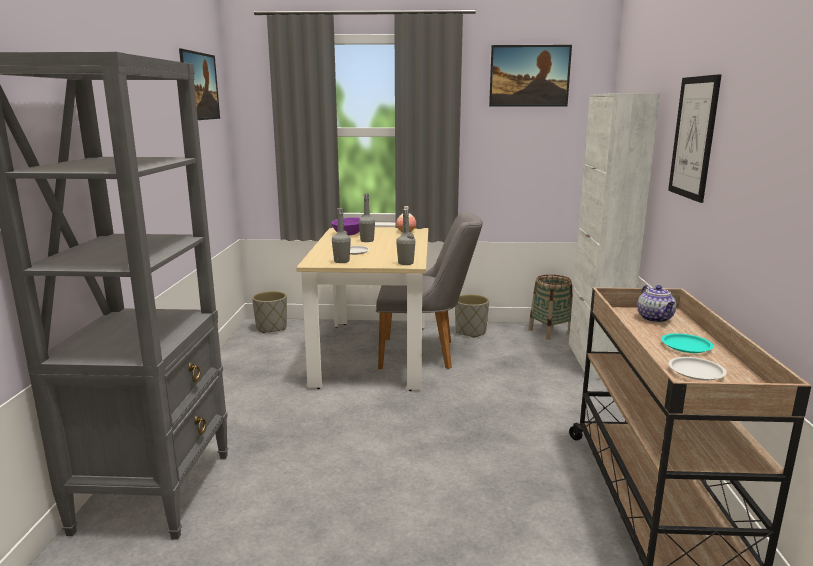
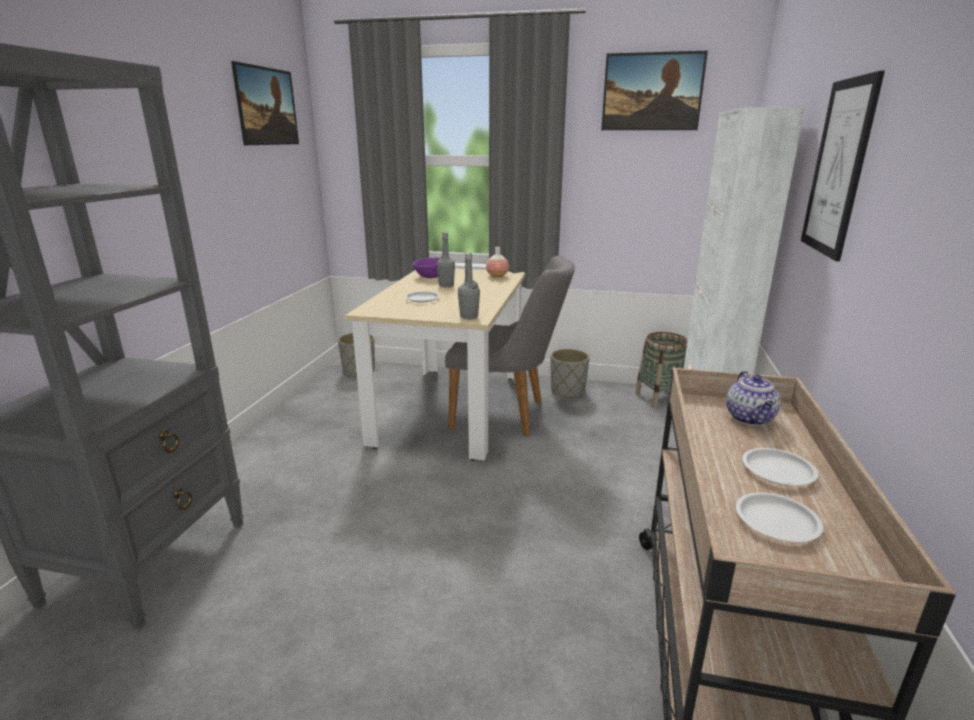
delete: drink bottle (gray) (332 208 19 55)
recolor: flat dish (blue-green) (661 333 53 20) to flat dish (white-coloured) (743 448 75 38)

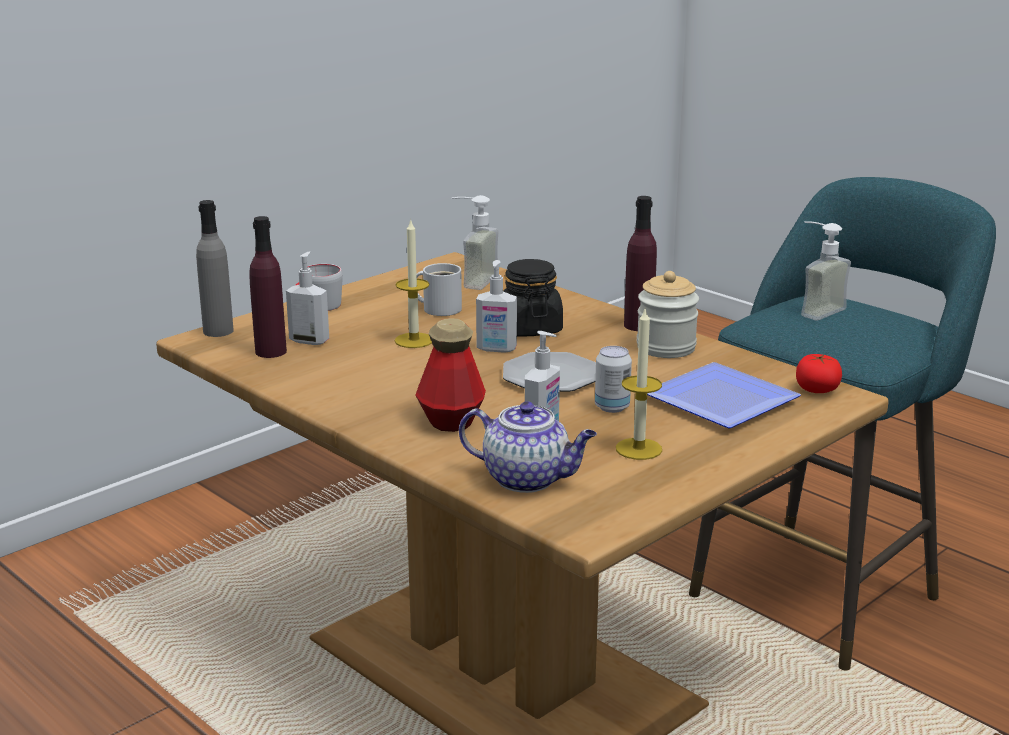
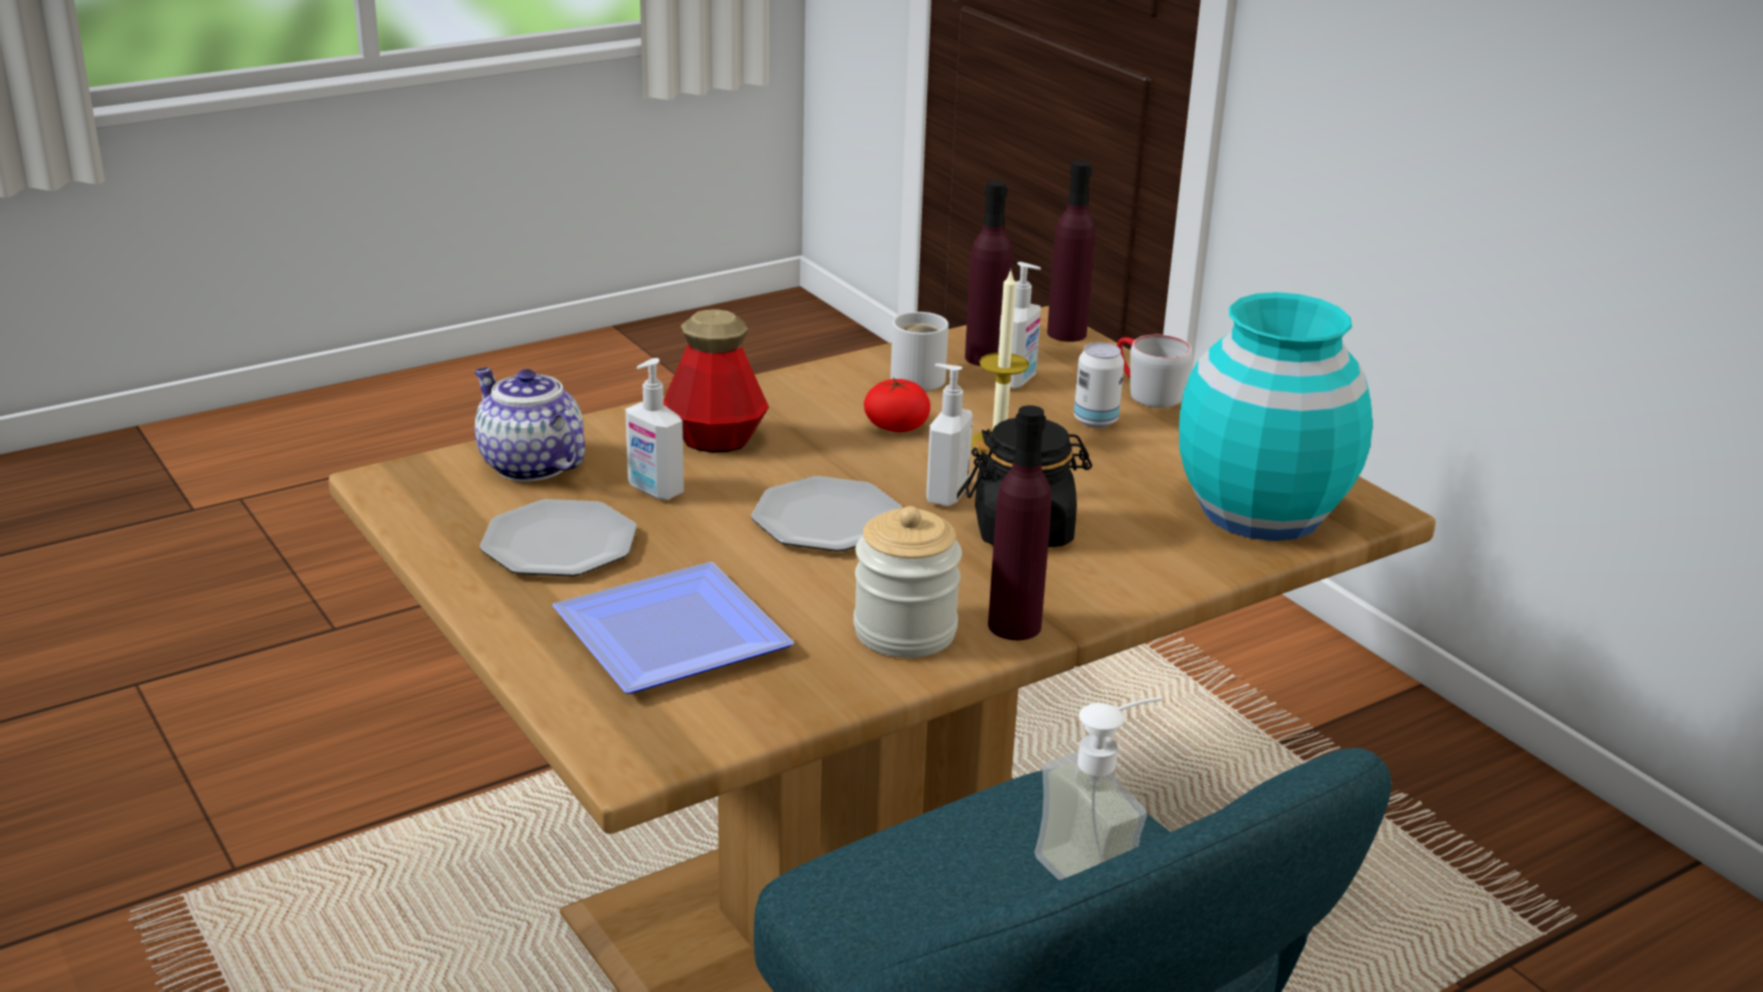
move: mug (white-coloured) (417 263 45 53) to (890 312 59 79); sealed can (595 346 37 67) to (1074 342 50 86); fresh tomato (796 354 46 39) to (864 377 66 55)
replace: soap bottle (451 195 48 95) to vase (blue-green) (1179 292 194 249); candle (616 309 46 151) to flat dish (480 499 157 78)
recolor: drink bottle (gray) (196 200 38 137) to drink bottle (purple) (1047 160 48 182)
rotate: pot for tea (459 401 138 92) = (474 367 111 115) 105 degrees clockwise

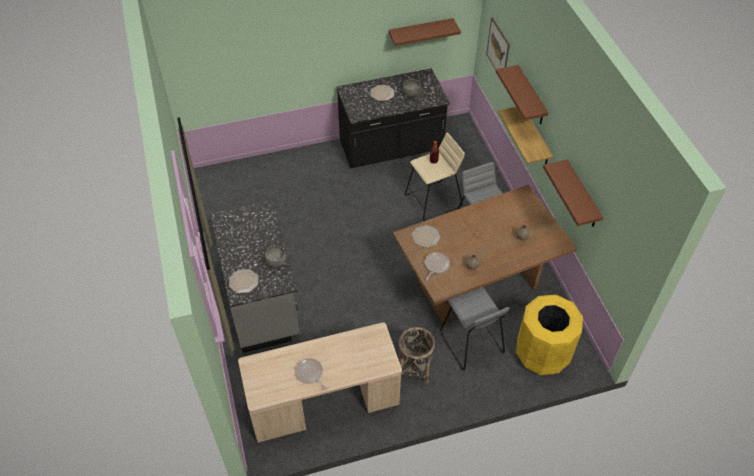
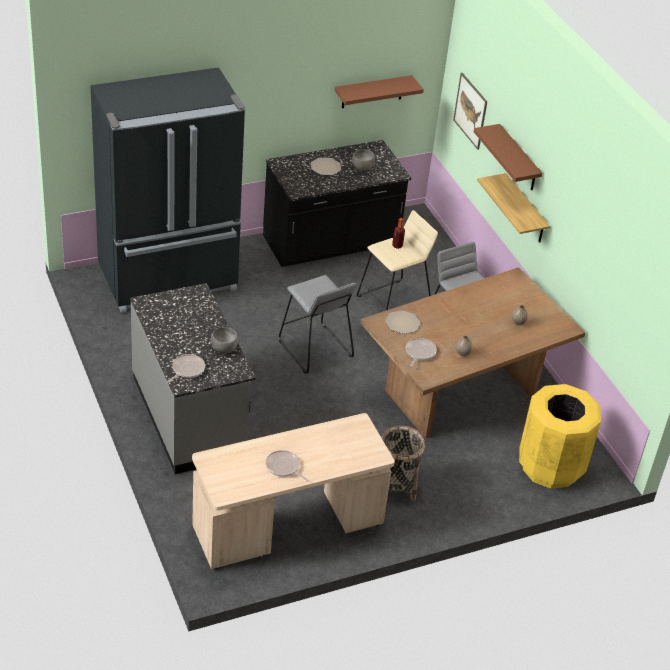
delete: bracket shelf (brown-coloured) (543 159 60 68)
insert: fridge (black) (90 67 155 246)
move: stool seat (gray) (440 287 70 83) to (279 275 77 98)
replace: flat dish (229 269 29 24) to frying pan (167 354 38 29)

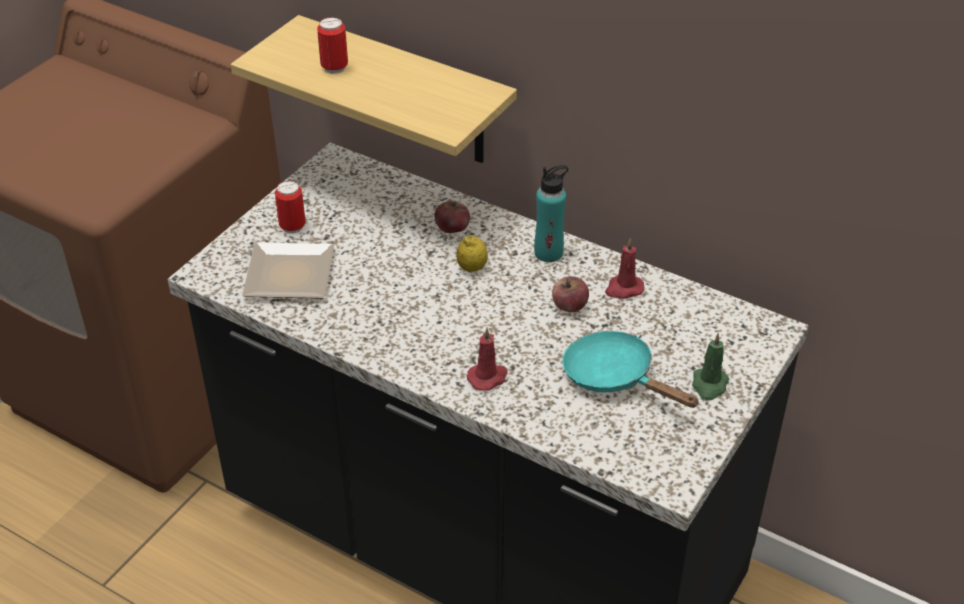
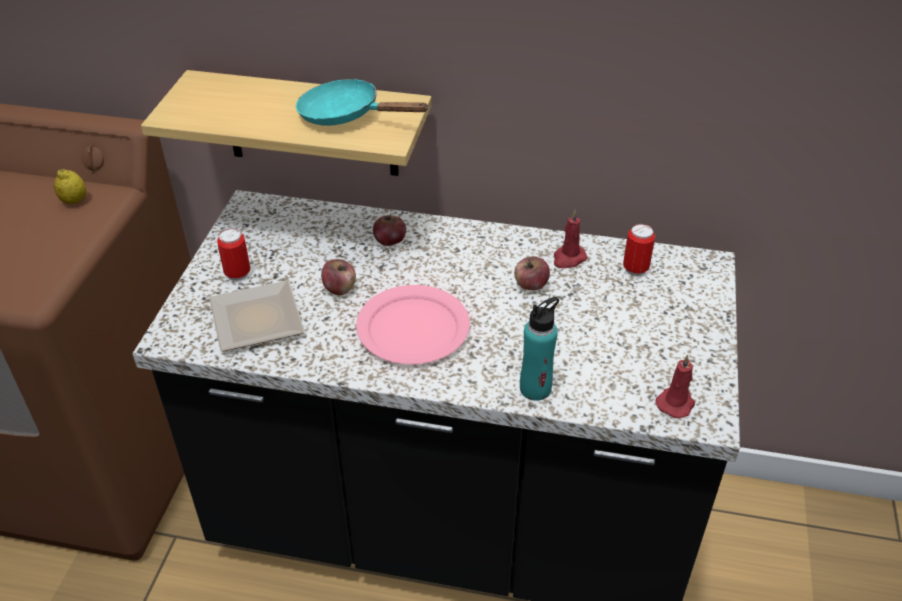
delete: candle (green-coloured) (692 333 37 67)
insert: apple fruit (321 259 35 36); flat dish (pink) (356 285 114 79)
move: sealed can (317 17 31 57) to (623 224 32 52); citrus fruit (456 235 32 37) to (54 169 32 35); candle (red) (467 327 41 63) to (656 354 39 64); drink bottle (blue-green) (534 165 34 97) to (520 297 39 104); frying pan (blue-green) (562 331 137 77) to (296 79 133 47)

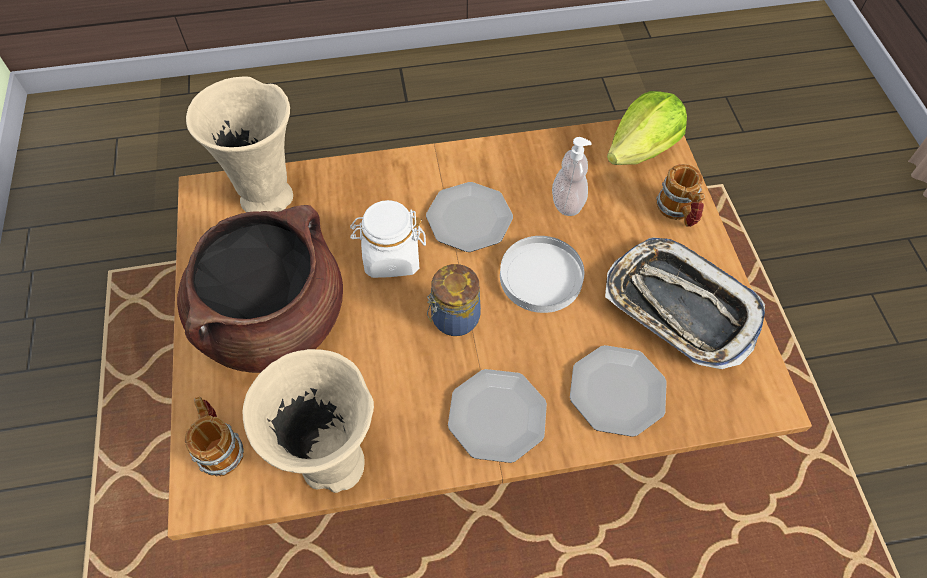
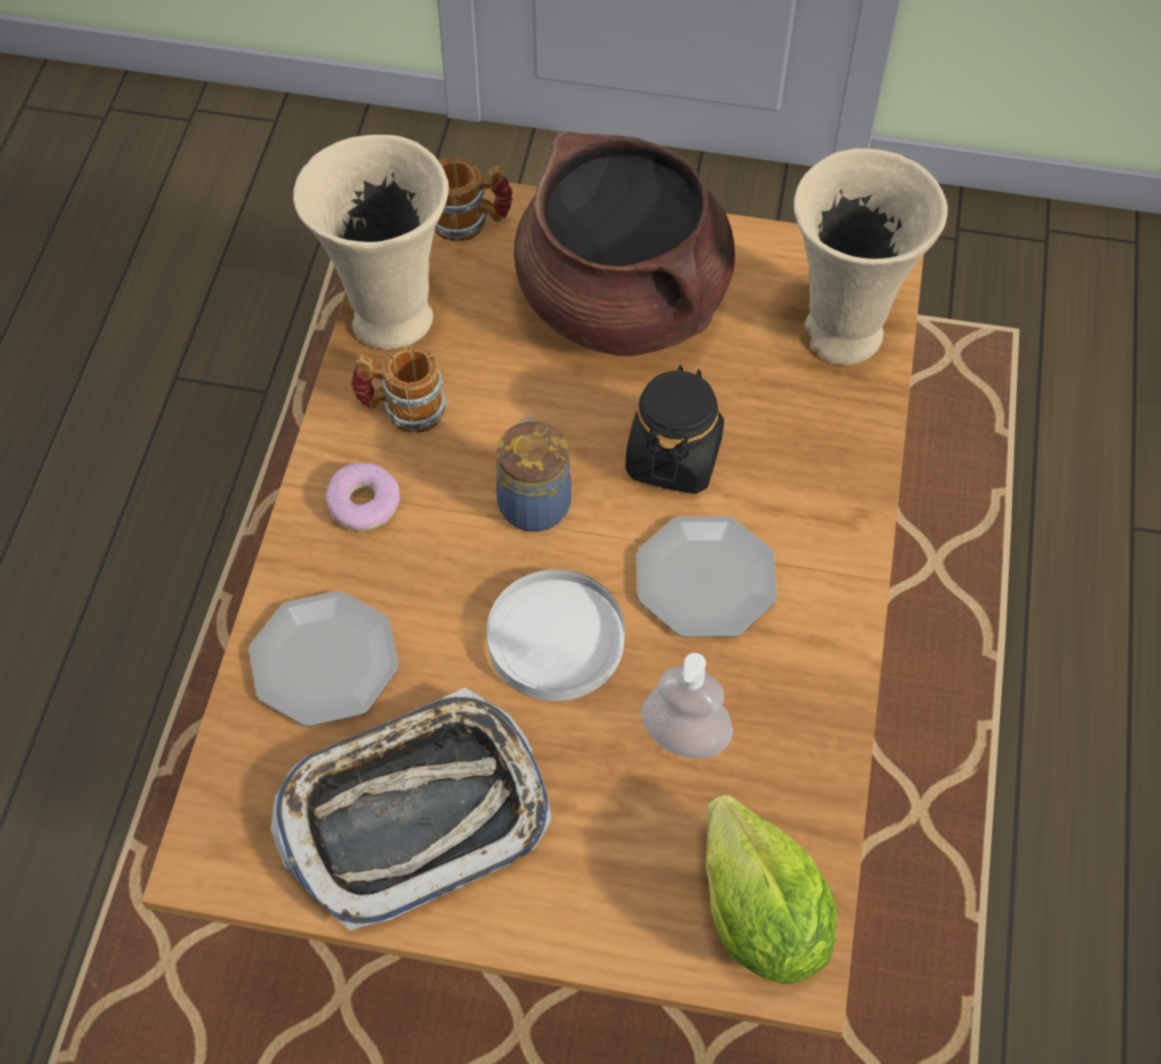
move: mug (656 164 49 63) to (351 345 96 88)
replace: flat dish (448 369 99 94) to donut (326 463 74 68)
recolor: preserve jar (white-coloured) (350 200 76 78) to preserve jar (black) (625 365 99 129)

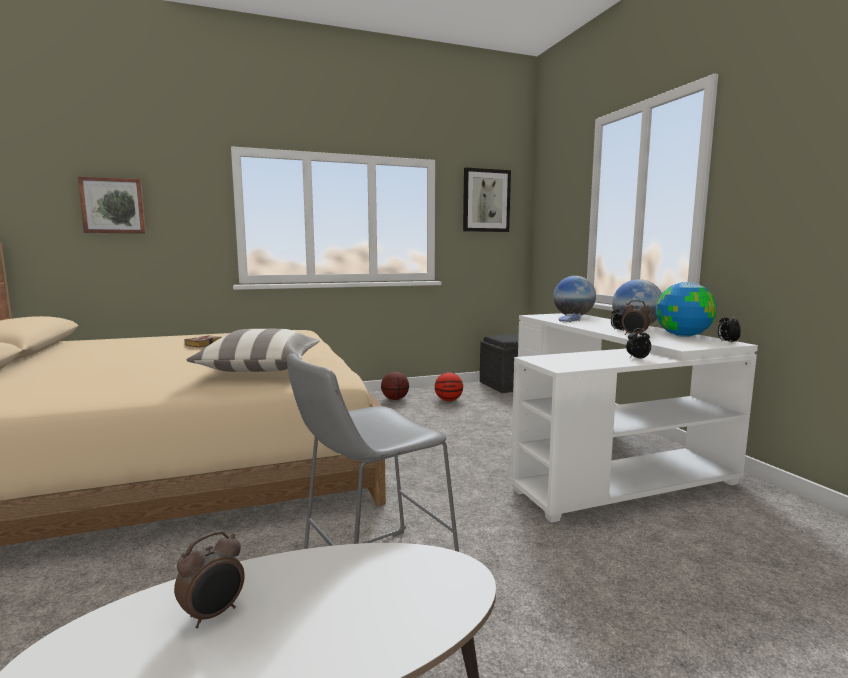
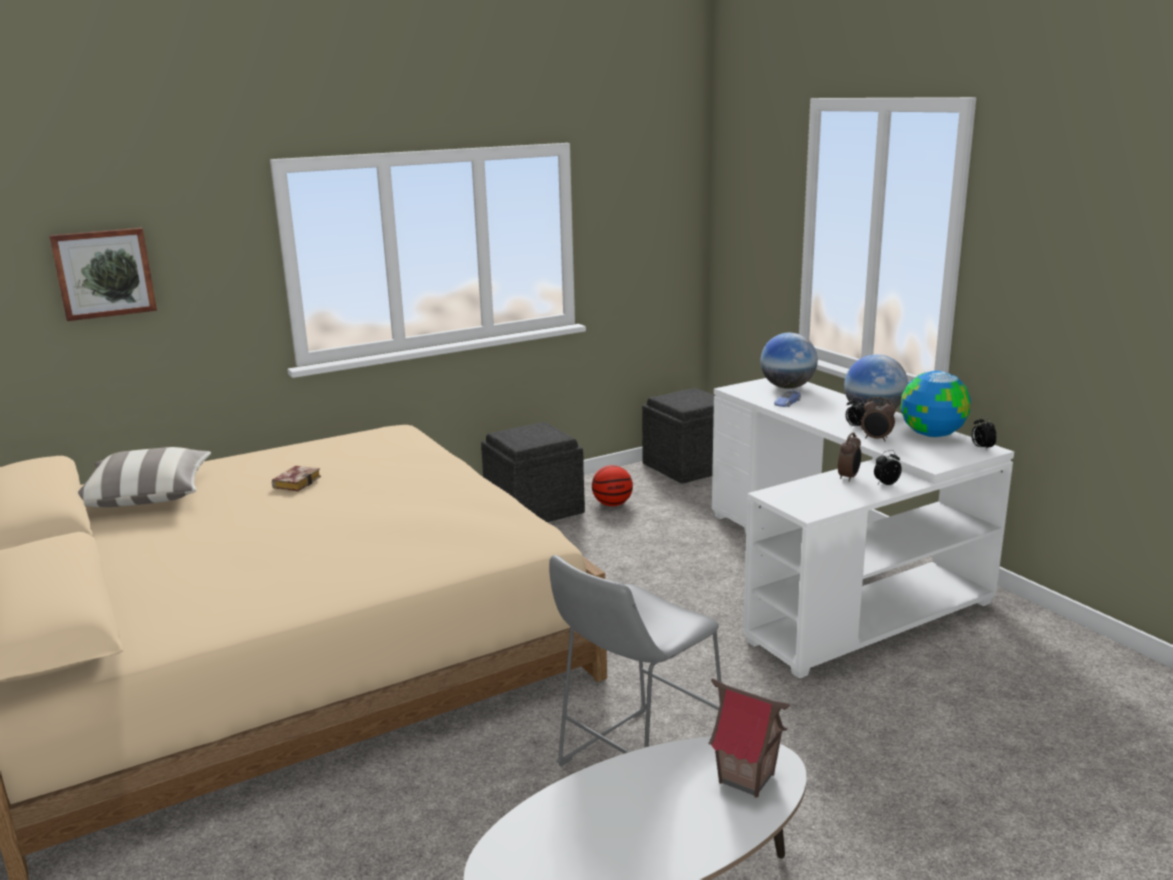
delete: picture (463 168 48 64)
insert: miniature house (708 679 82 118)
move: alarm clock (174 531 71 97) to (838 433 23 49); cushion (186 329 134 43) to (78 447 133 60)
replace: basketball (381 372 28 28) to footrest (gray) (481 422 104 100)

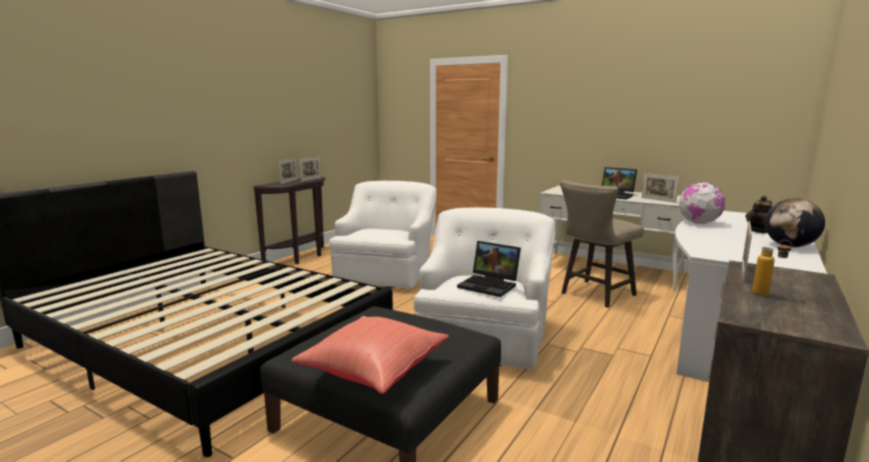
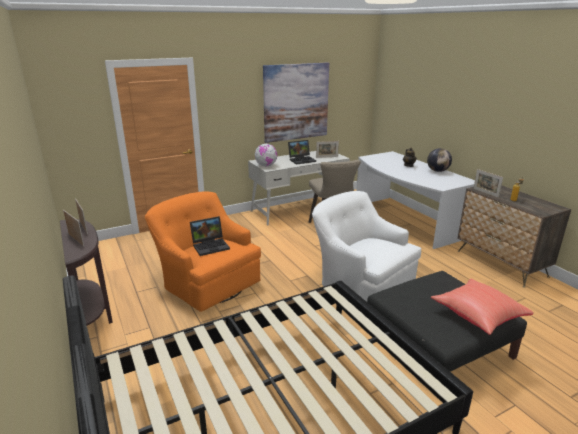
insert: picture (263 62 66 81)
move: portable computer (457 241 64 56) to (190 216 40 40); world globe (679 183 46 41) to (255 144 22 23)
recolor: easy chair (white-coloured) (329 181 108 107) to easy chair (orange) (145 191 116 121)

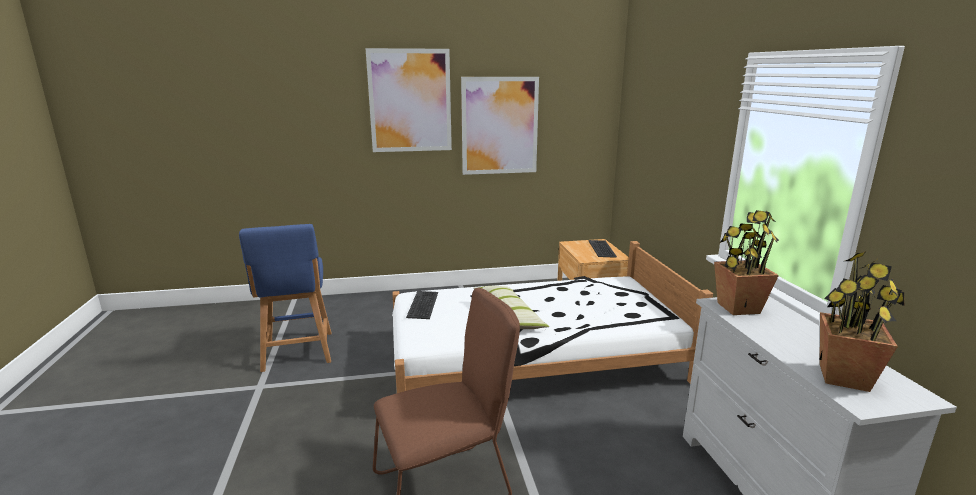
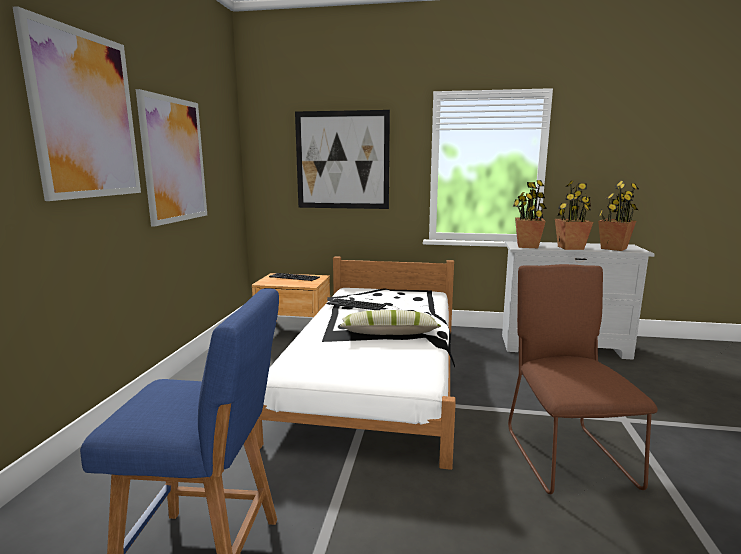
insert: picture (295 110 95 99); potted plant (555 180 38 70)
move: PC keyboard (406 291 32 28) to (327 298 59 12)

